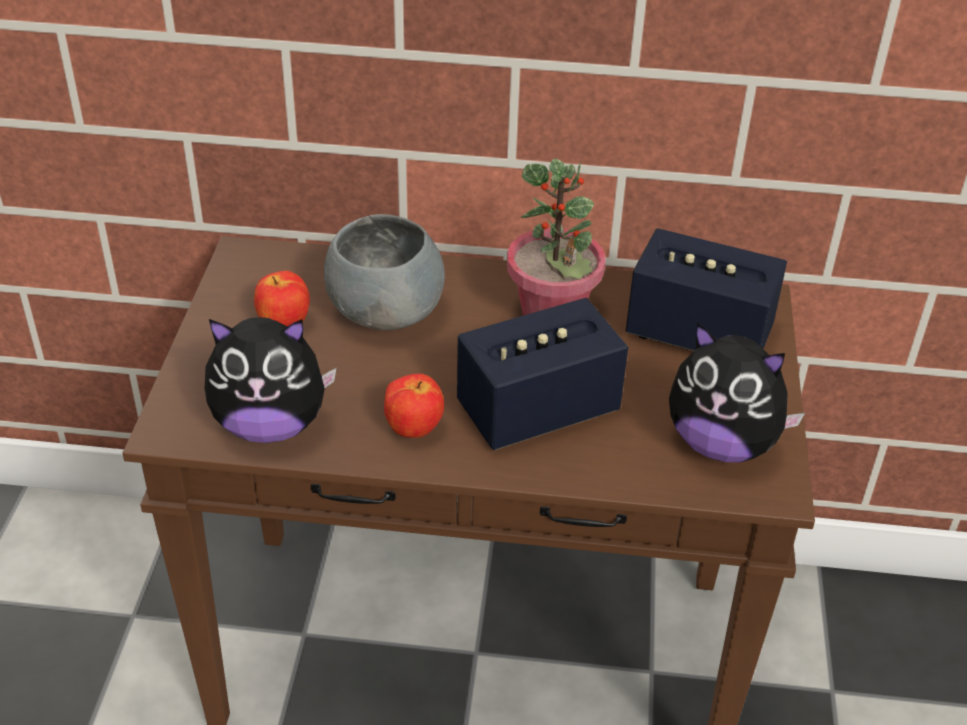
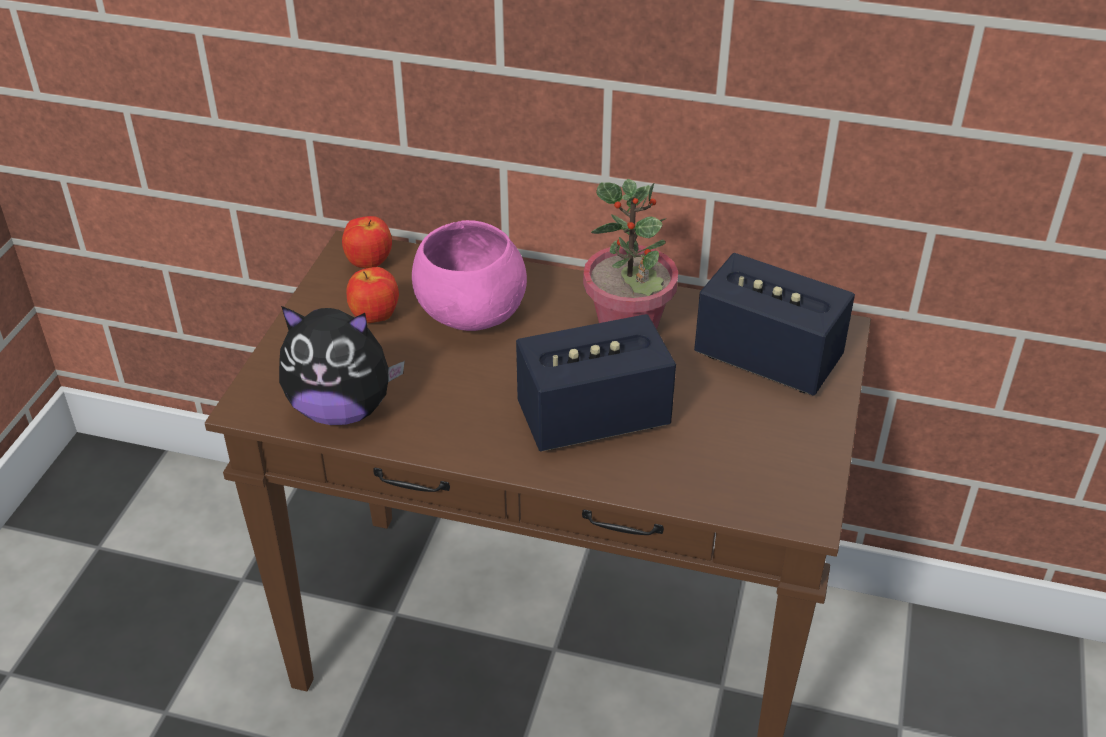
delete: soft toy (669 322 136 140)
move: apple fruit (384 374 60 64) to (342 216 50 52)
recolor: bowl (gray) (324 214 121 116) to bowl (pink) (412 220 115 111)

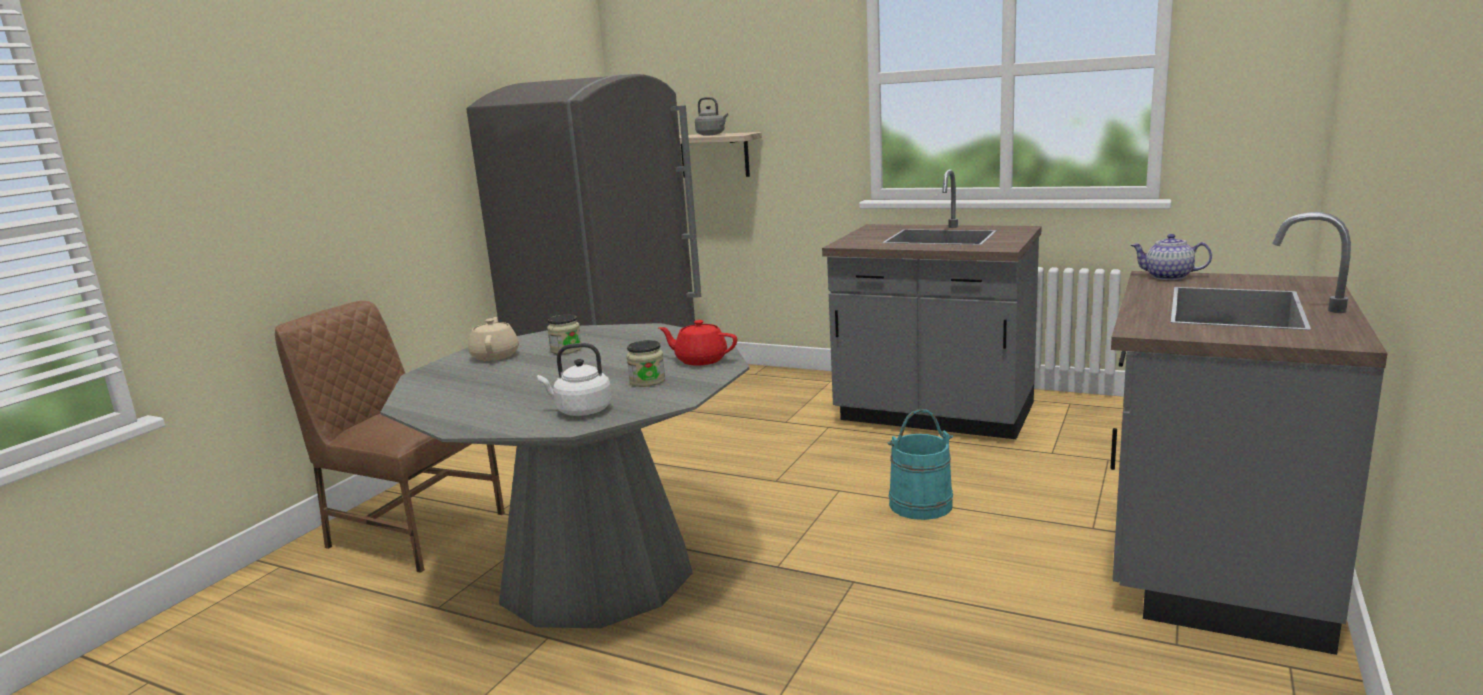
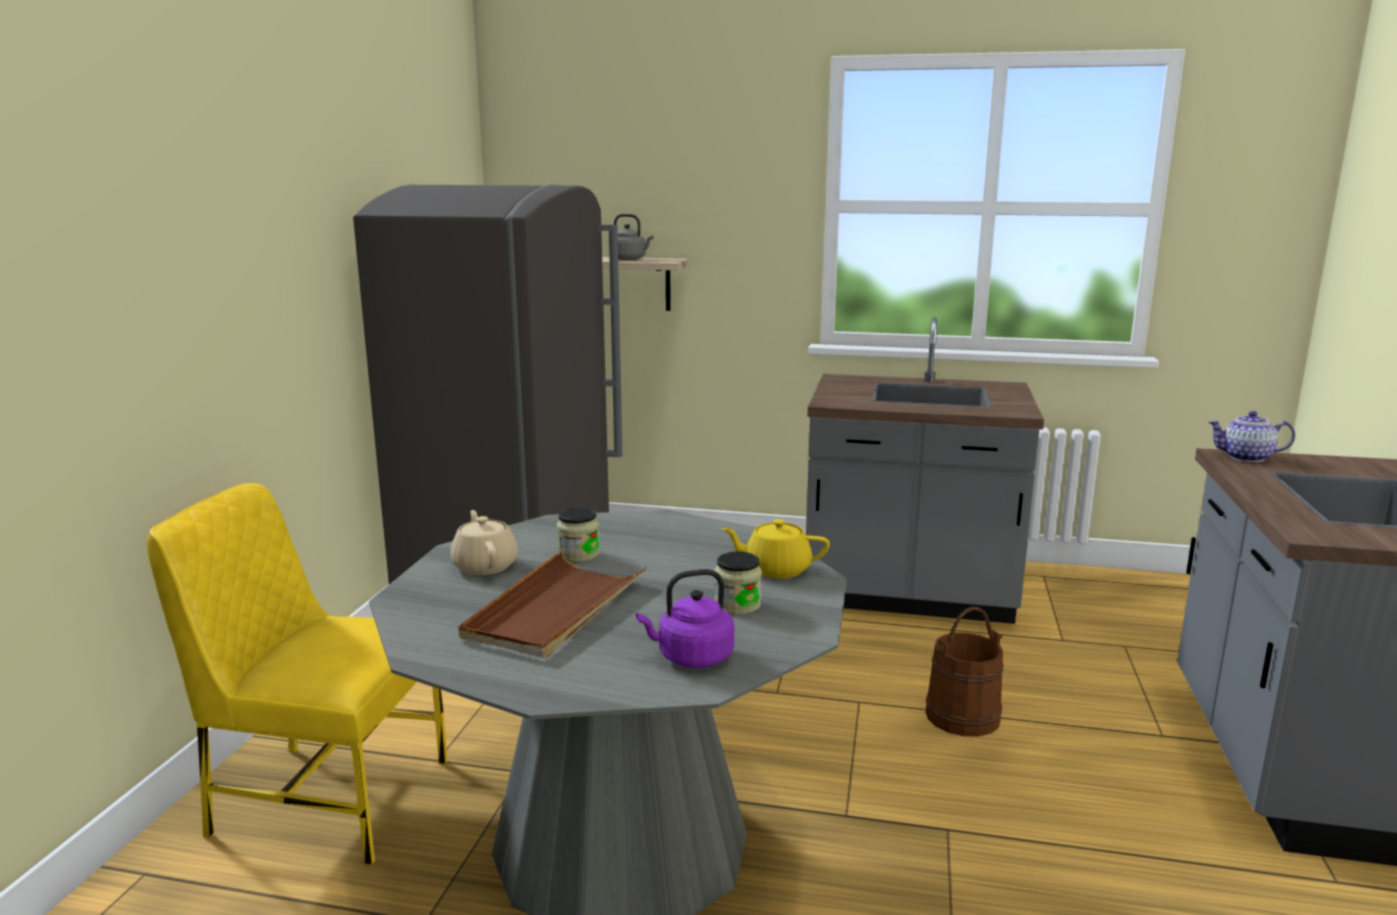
insert: carrying tray (brown-coloured) (459 551 187 107)
recolor: upright chair (brown-coloured) (275 301 230 272) to upright chair (yellow) (147 483 301 383); tea kettle (white-coloured) (537 343 75 73) to tea kettle (purple) (636 569 98 99); pot for tea (red) (658 320 79 46) to pot for tea (yellow) (721 519 109 59); bucket (blue-green) (887 409 66 111) to bucket (brown-coloured) (925 607 78 130)

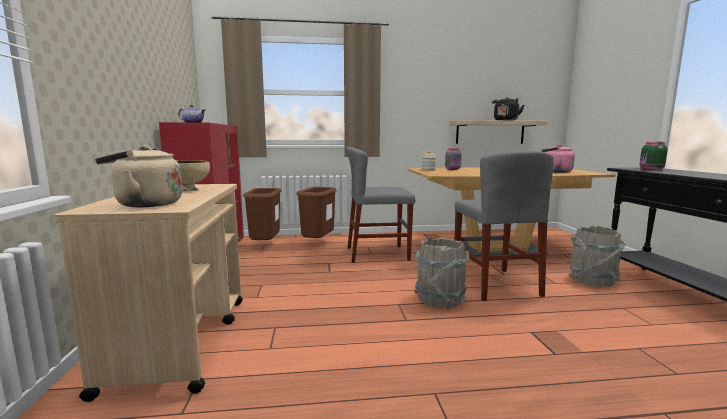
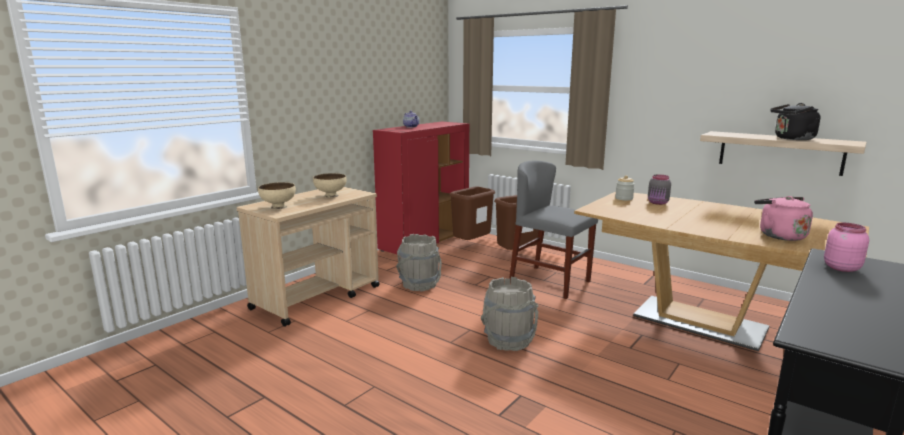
delete: upright chair (gray) (454 151 100 150)
move: bucket (gray) (569 225 57 62) to (396 234 46 58)
replace: tea kettle (sand-coloured) (95 146 87 61) to bowl (sand-coloured) (258 182 38 27)
recolor: preserve jar (green-coloured) (640 142 28 29) to preserve jar (pink) (824 223 45 49)

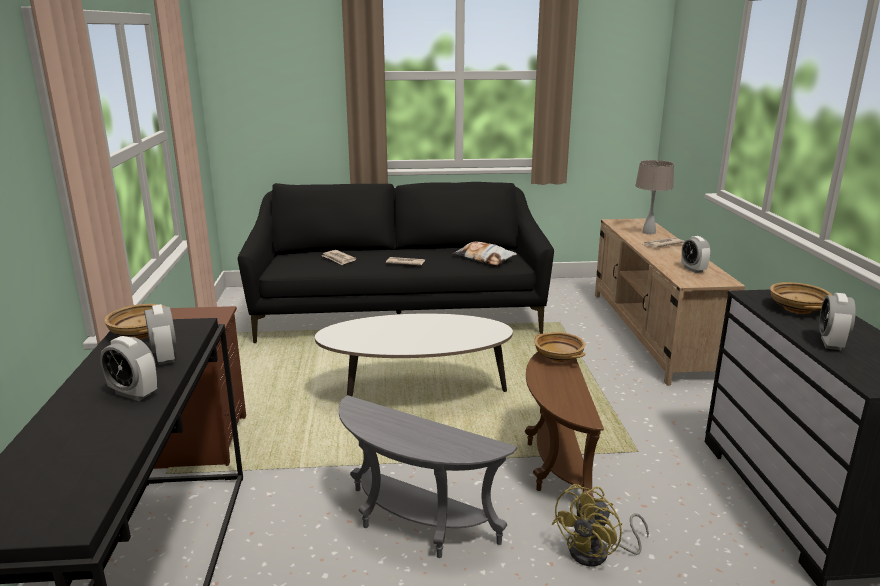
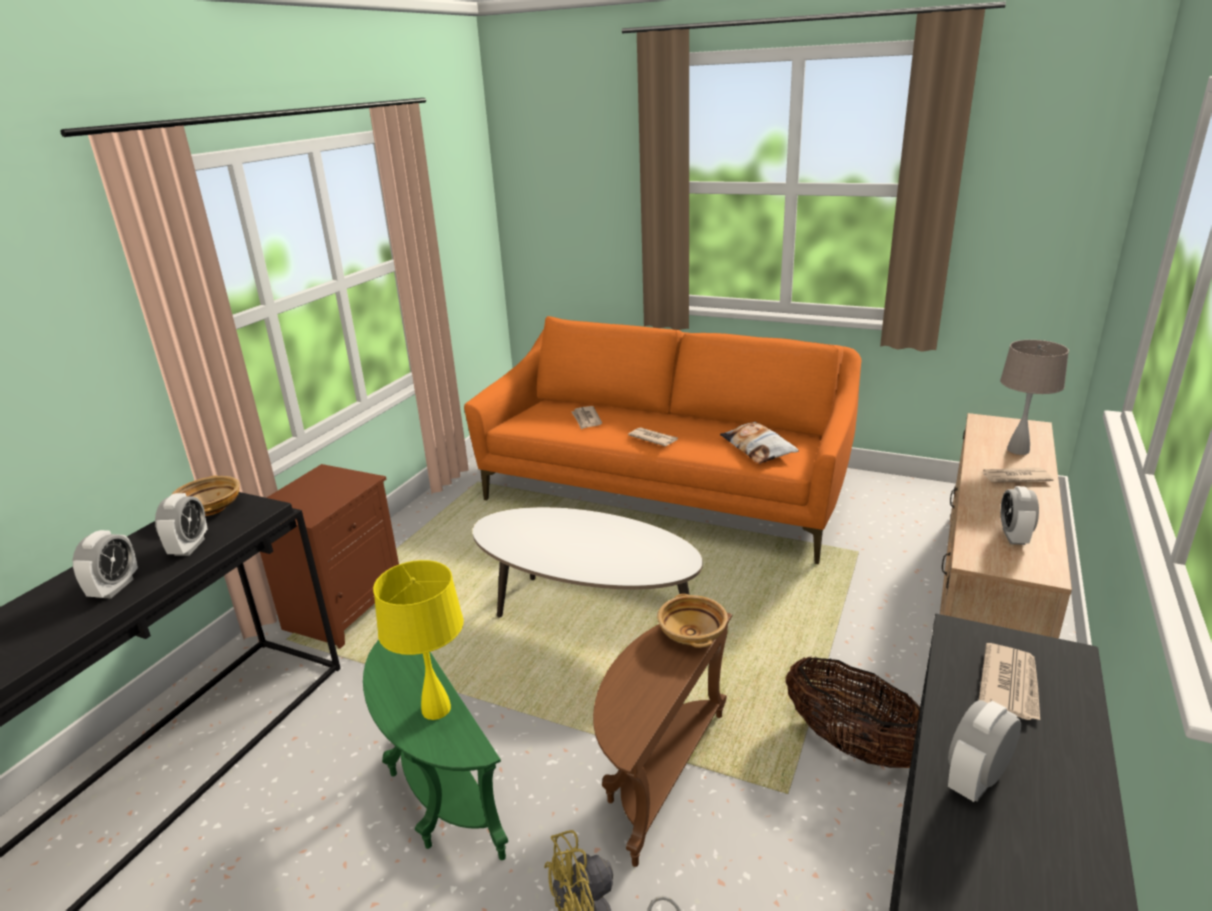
insert: lamp for a table (yellow) (373 560 91 160); basket (785 657 135 111)
replace: bowl (sand-coloured) (770 282 63 32) to daily paper (979 643 61 77)
recolor: sofa (black) (238 182 316 161) to sofa (orange) (464 316 397 248); accent table (gray) (339 395 178 163) to accent table (green-coloured) (363 640 145 220)
rotate: alarm clock (100 336 57 65) = (73 530 65 69) 135 degrees counterclockwise

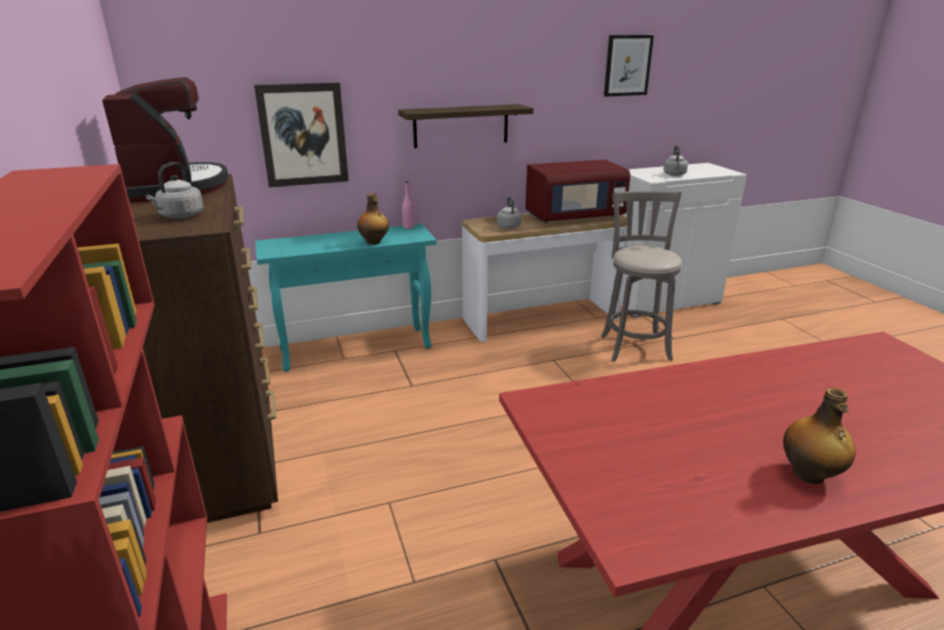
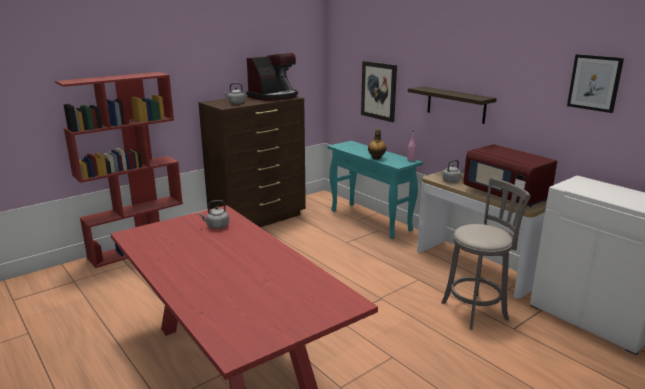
delete: drink bottle (783 388 73 96)
move: tea kettle (gray) (663 145 25 31) to (199 200 30 29)

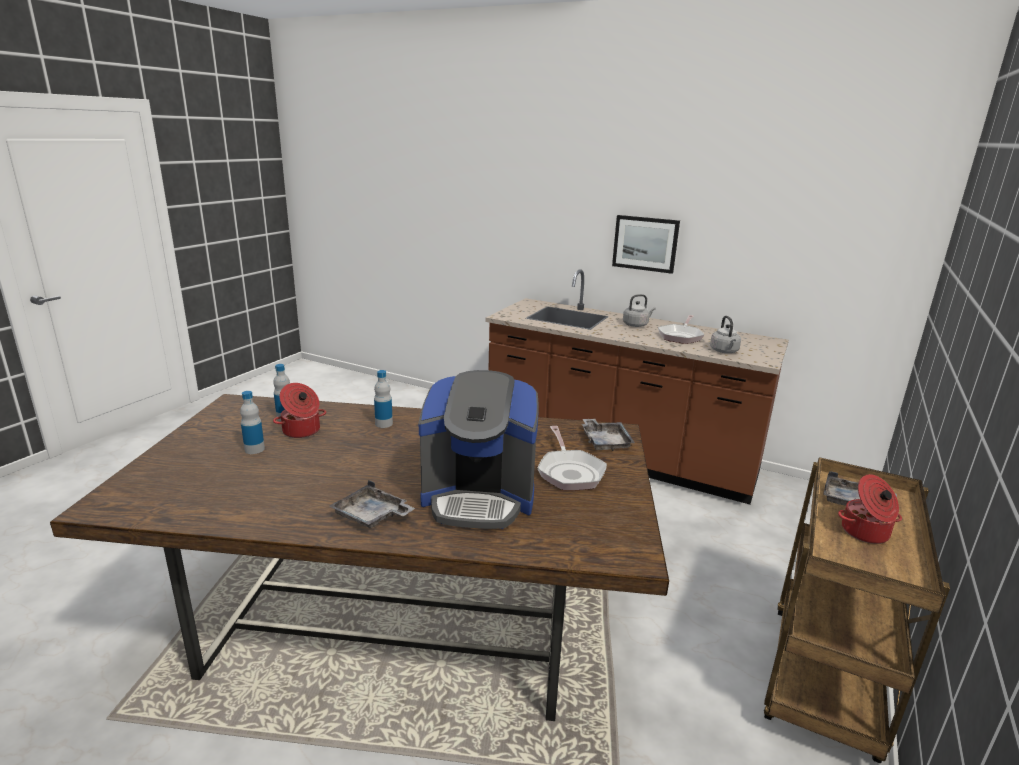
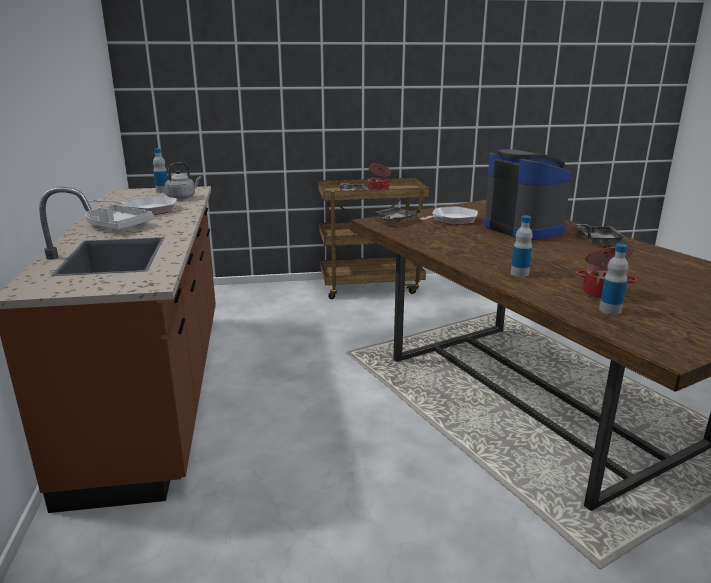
delete: picture (612 215 68 59)
move: drink bottle (240 391 25 63) to (153 148 15 45)
replace: tea kettle (gray) (623 294 33 33) to carrying tray (gray) (85 205 69 25)

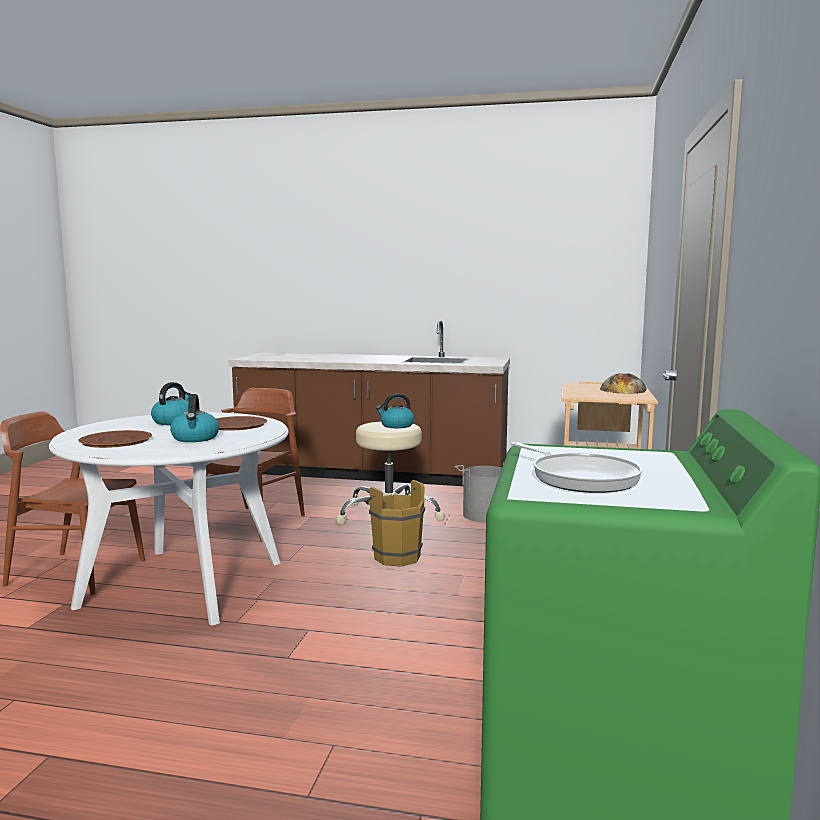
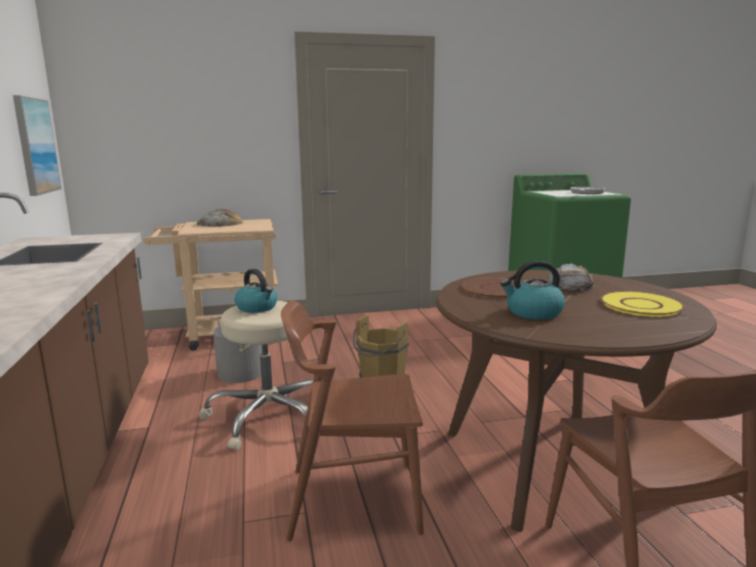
insert: picture (13 95 49 101)
replace: tea kettle (170 394 49 48) to bakery bread (548 263 46 29)
recolor: kitchen table (white-coloured) (49 412 240 213) to kitchen table (brown-coloured) (436 270 281 262); flat dish (brown-coloured) (78 430 74 18) to flat dish (yellow) (600 291 85 26)

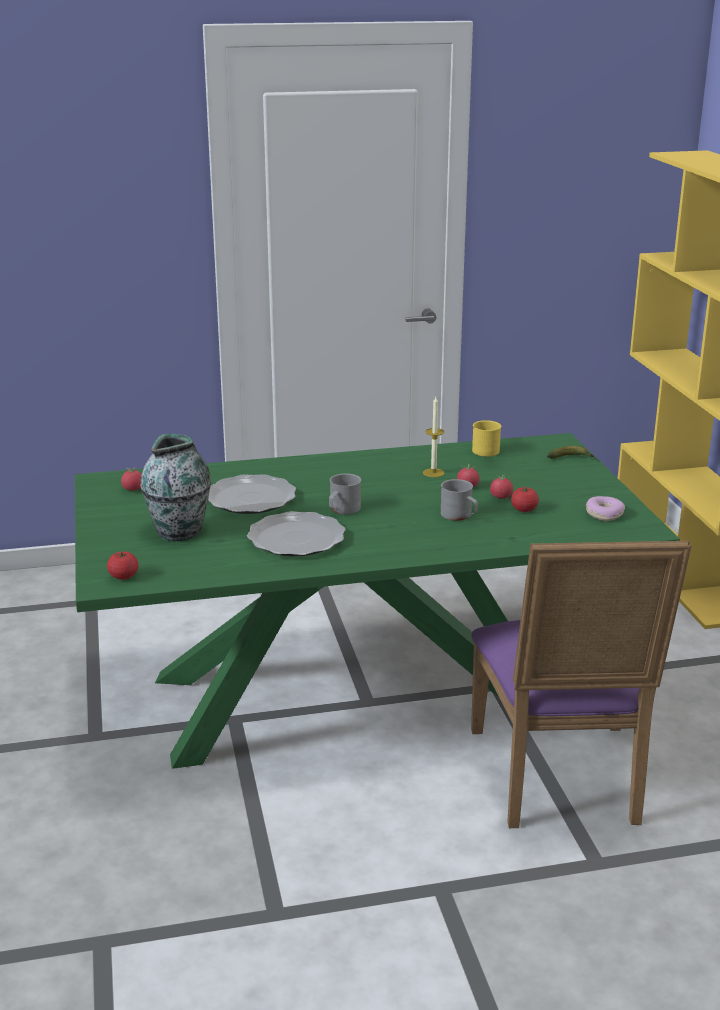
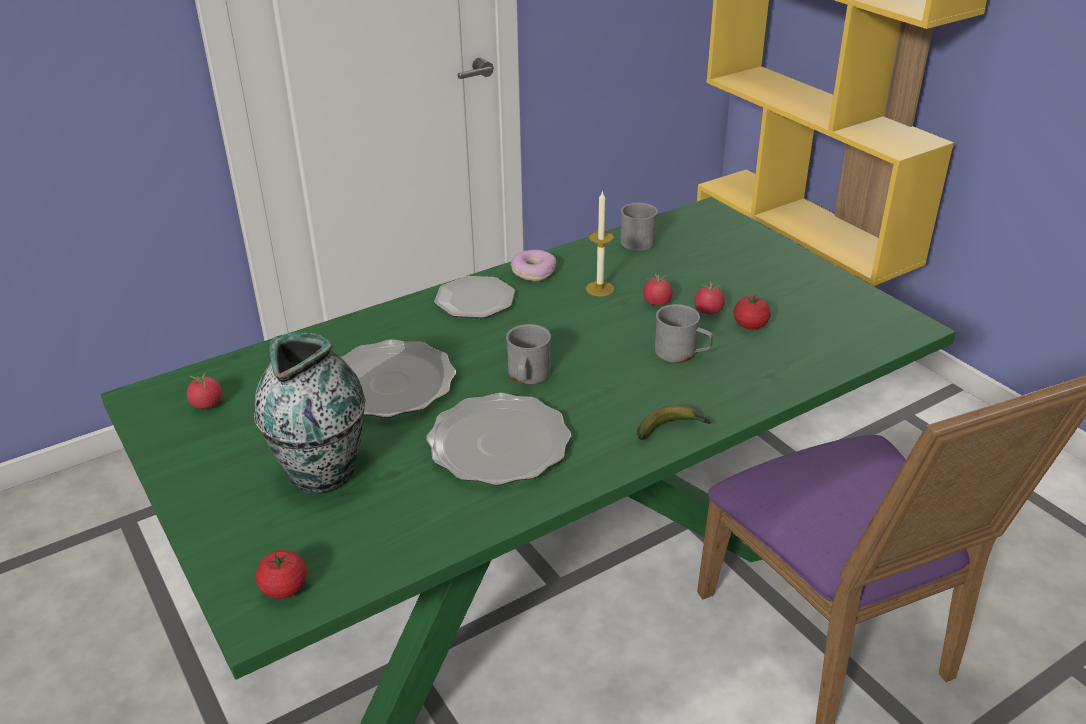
insert: flat dish (434 276 81 42)
move: banana (547 446 47 13) to (637 405 74 35); donut (586 496 39 25) to (511 250 45 31)
recolor: mug (yellow) (472 420 29 37) to mug (gray) (621 203 37 48)

